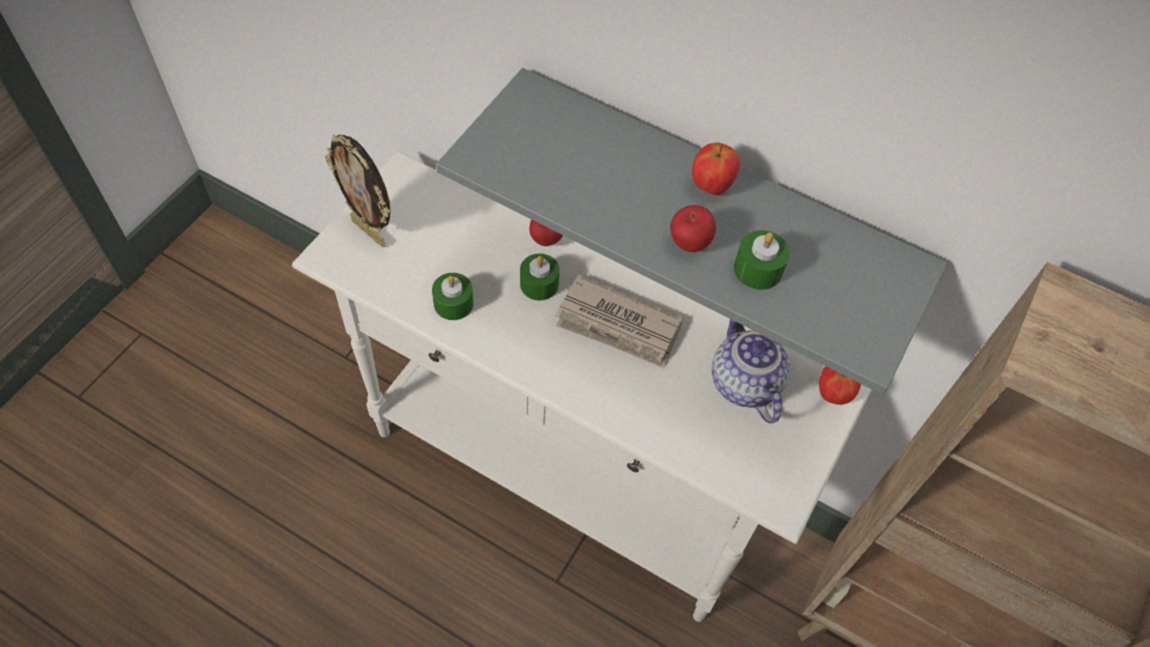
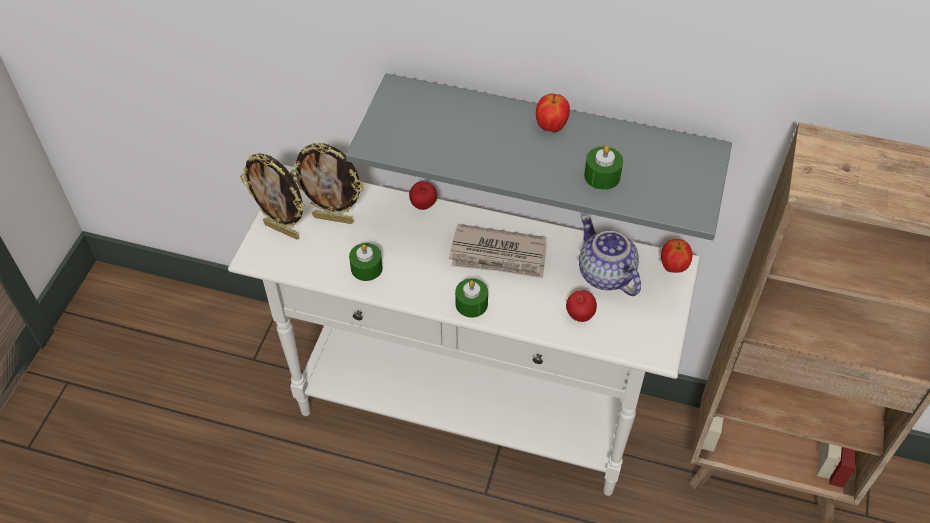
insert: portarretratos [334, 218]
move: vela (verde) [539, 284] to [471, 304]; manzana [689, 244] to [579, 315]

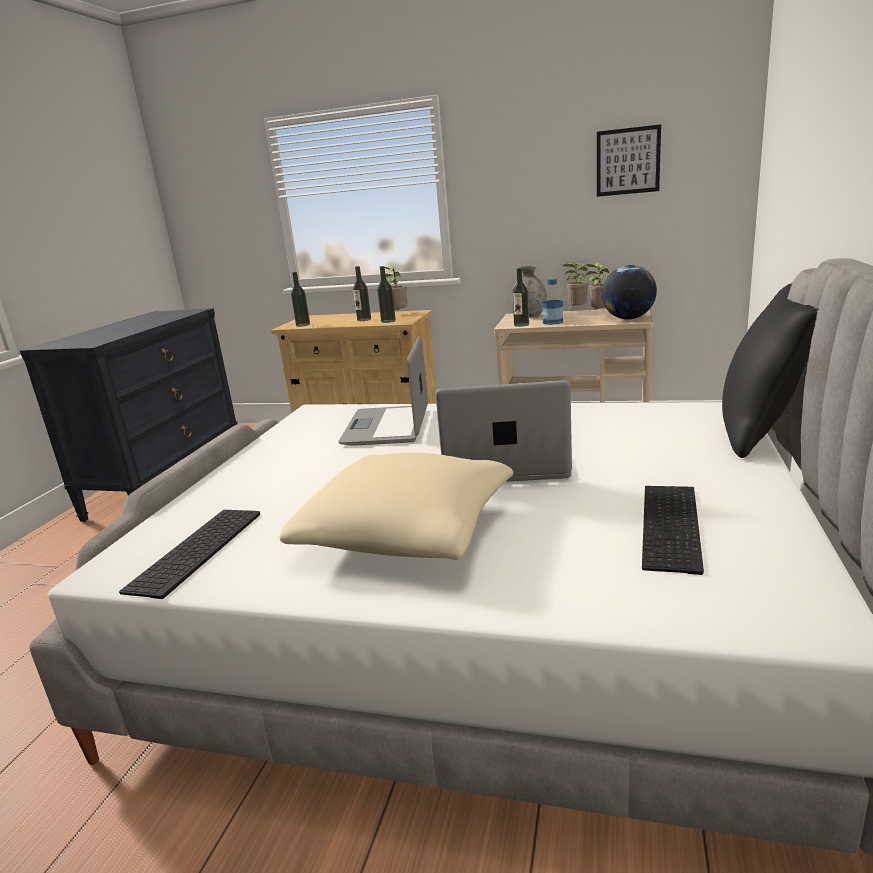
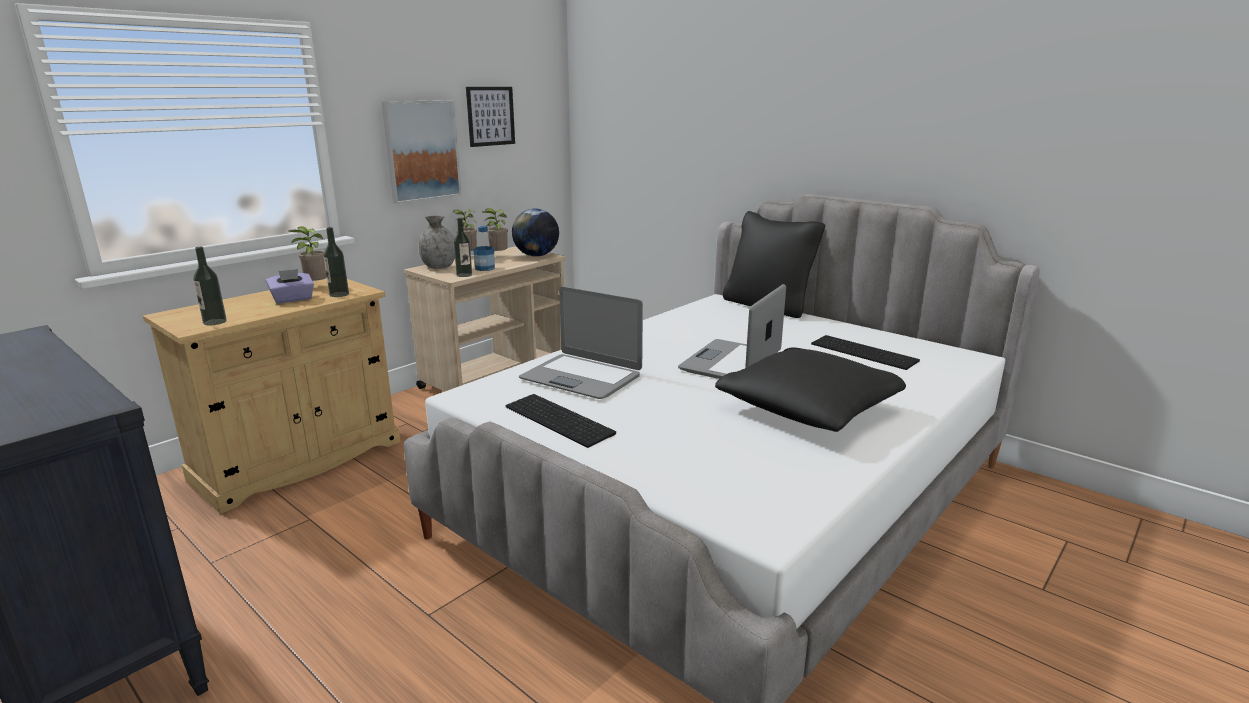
insert: cuadro [421, 150]
move: teclado [198, 551] to [561, 419]
replace: botella [364, 319] to caja de pañuelos (morado) [293, 299]
recolor: cojín (beis) [407, 532] to cojín (negro) [808, 409]

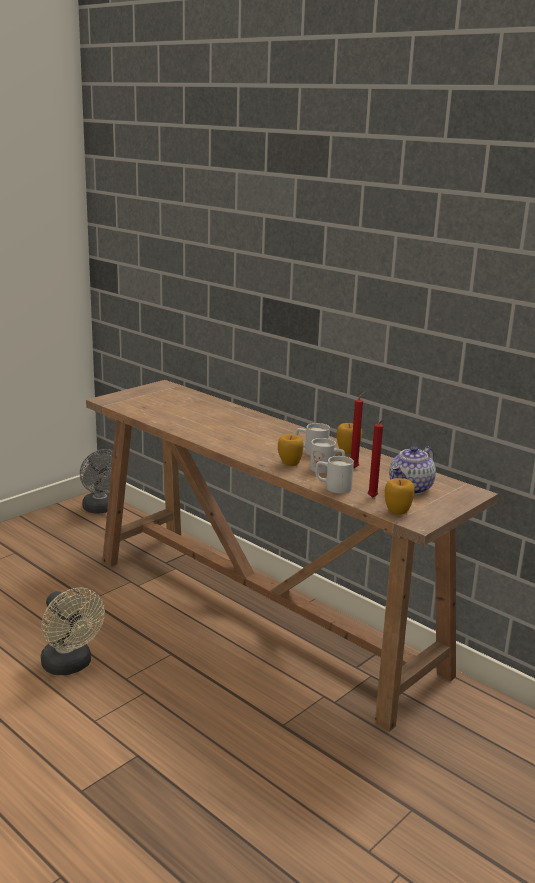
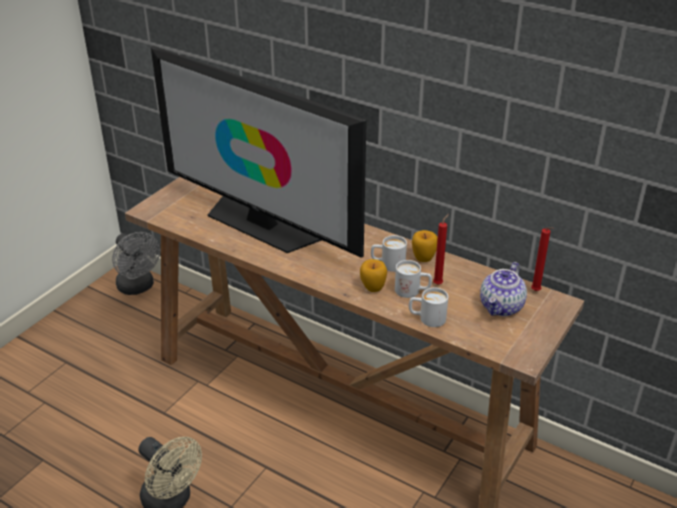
delete: manzana [397, 511]
insert: televisor [262, 224]
move: vela (rojo) [373, 498] to [536, 292]

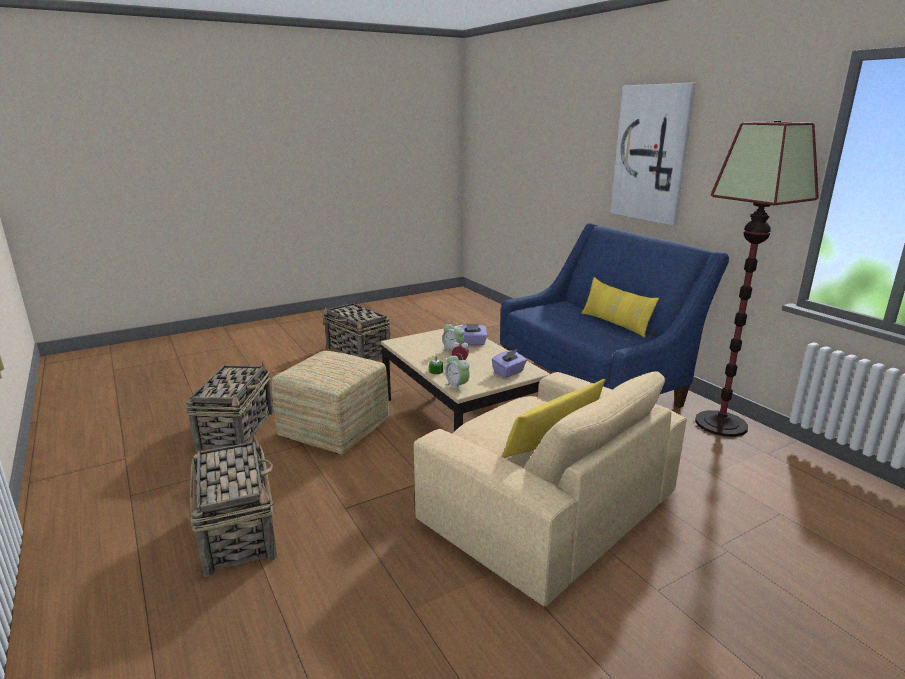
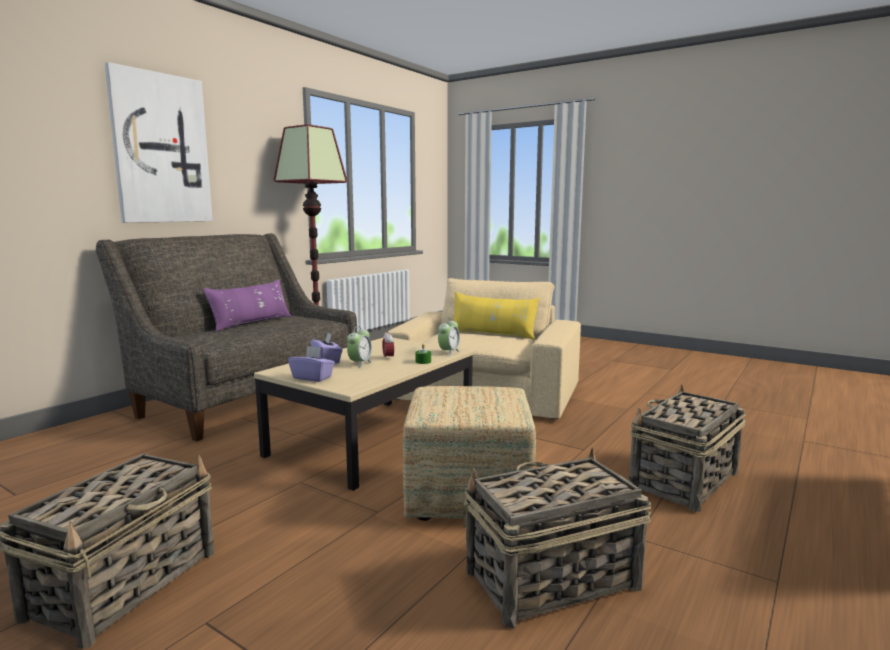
move: caja de pañuelos (morado) [509, 372] to [312, 378]
recolor: sofá (azul) [595, 381] to sofá (gris) [245, 398]; cojín (amarillo) [615, 324] to cojín (morado) [251, 323]

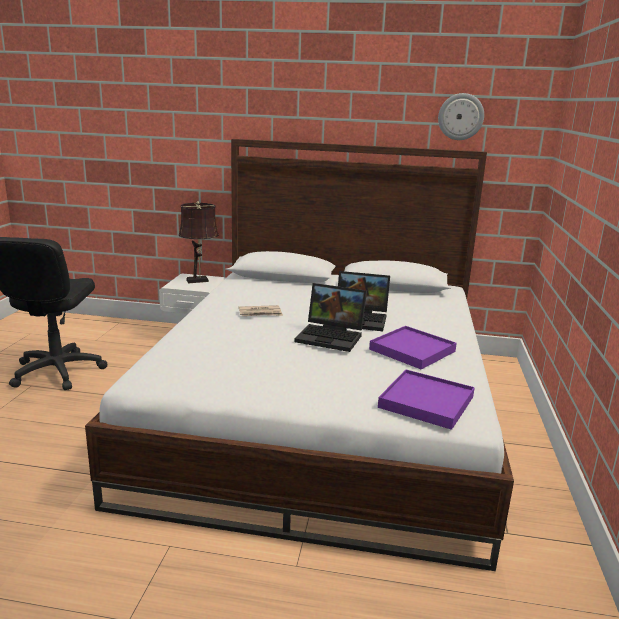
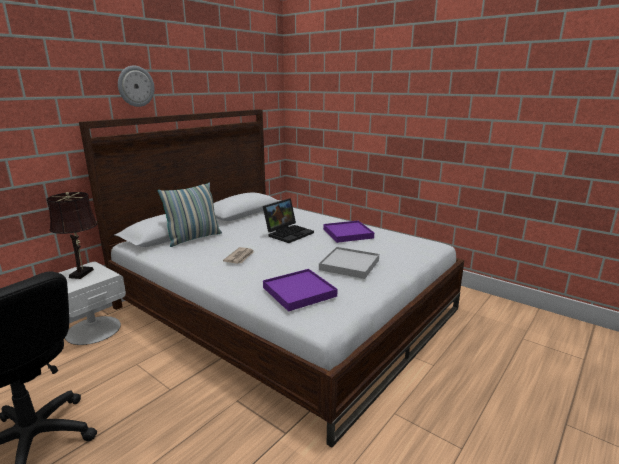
delete: portátil [332, 337]
insert: cojín [194, 238]; bandeja (blanco) [349, 265]
move: bandeja (morado) [426, 402] to [299, 292]; reloj de pared [460, 116] to [135, 86]

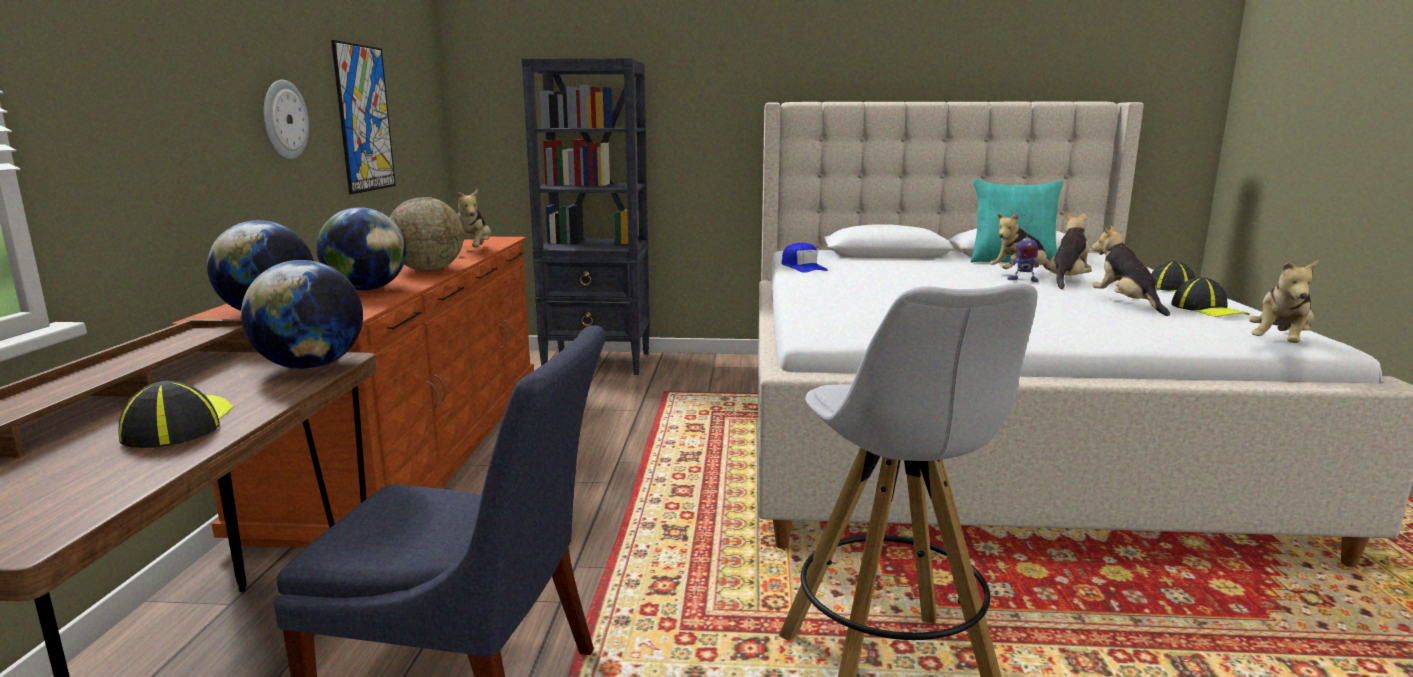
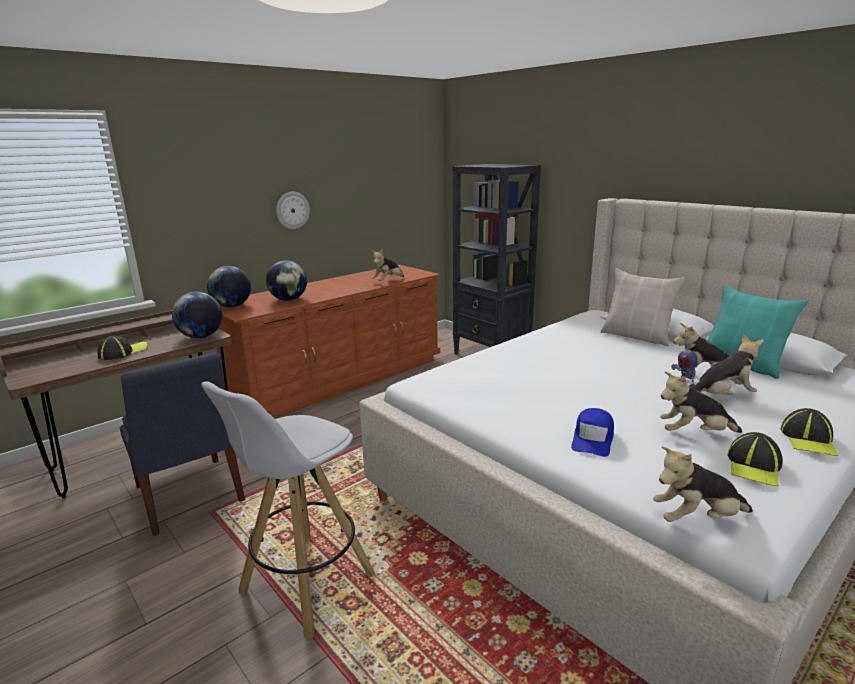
delete: cuadro [364, 118]; globo terráqueo [429, 270]
insert: cojín (beis) [637, 336]
move: gorra (azul) [803, 267] to [593, 439]
rotate: peluche [1126, 304] = [694, 433] 120 degrees counterclockwise

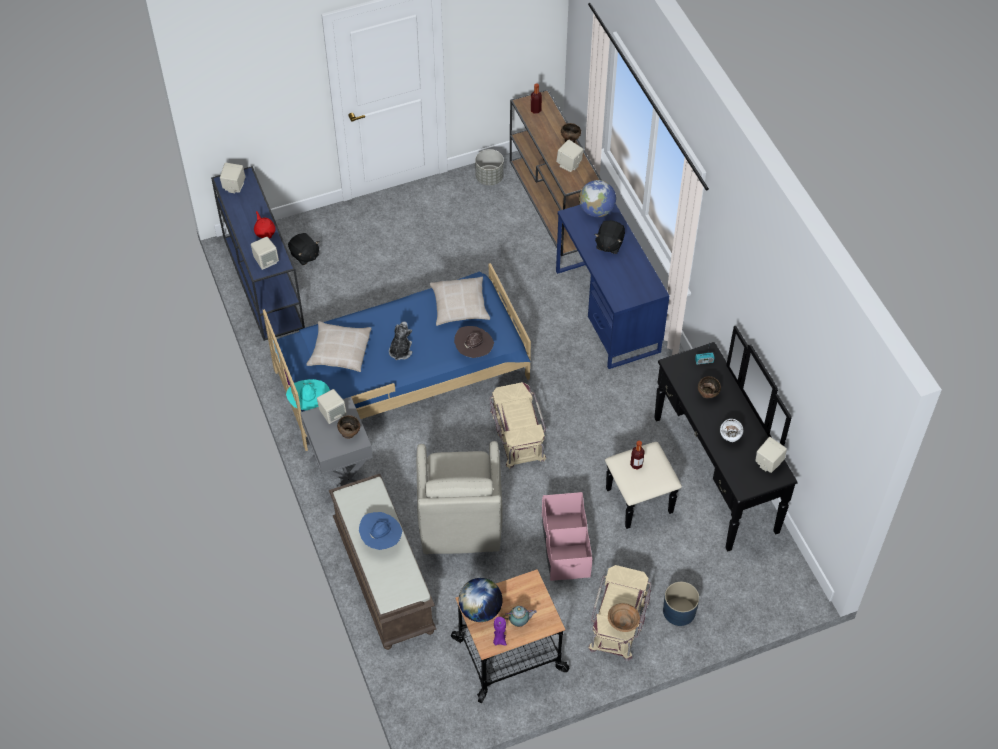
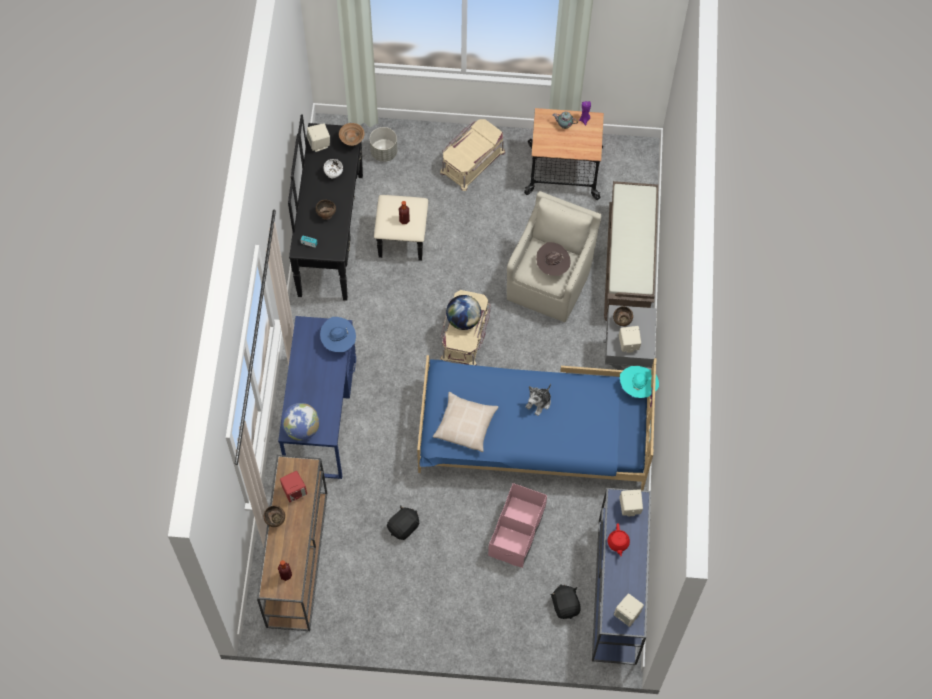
delete: cojín (beis) [339, 351]; maceta (azul) [679, 611]
move: sombrero (azul) [381, 539] to [338, 341]; sombrero (marrón) [474, 351] to [552, 266]; globo terráqueo [480, 610] to [463, 320]; maceta (gris) [489, 177] to [383, 152]; caja de almacenaje (rosa) [565, 546] to [517, 531]; peluche (negro) [609, 244] to [404, 527]; cuenco (marrón) [622, 626] to [352, 142]
recolor: altavoz (beis) [569, 165] to altavoz (rojo) [294, 491]

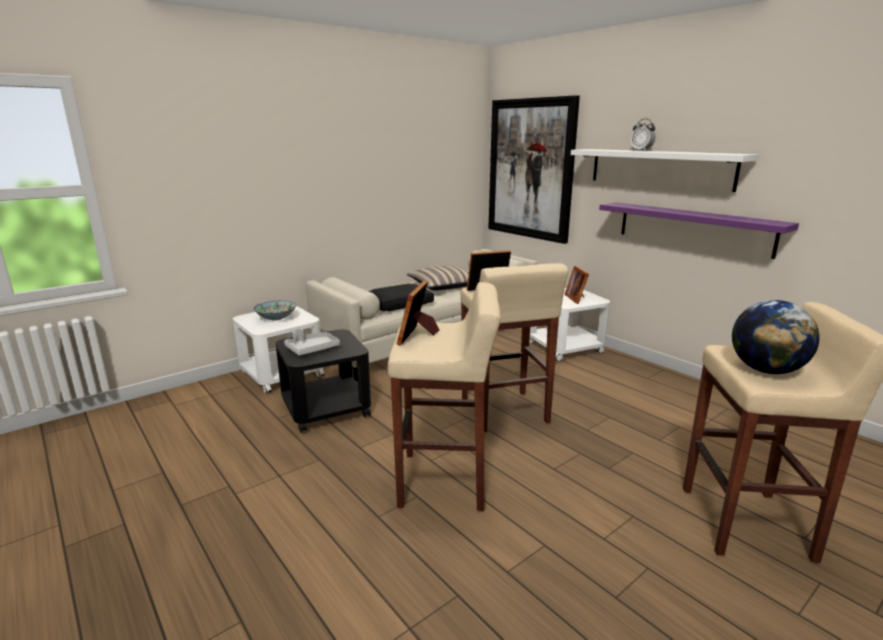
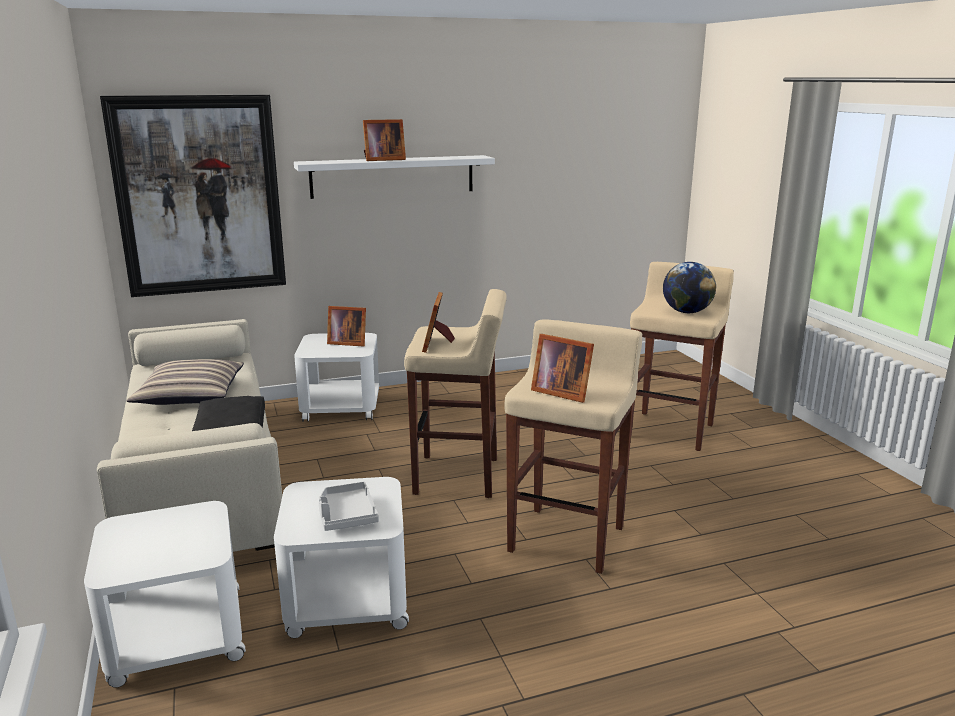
delete: cuenco [276, 318]; estante (morado) [692, 228]
replace: despertador [641, 151] to portarretratos [382, 160]
recolor: mesa auxiliar (negro) [326, 408] to mesa auxiliar (blanco) [346, 599]

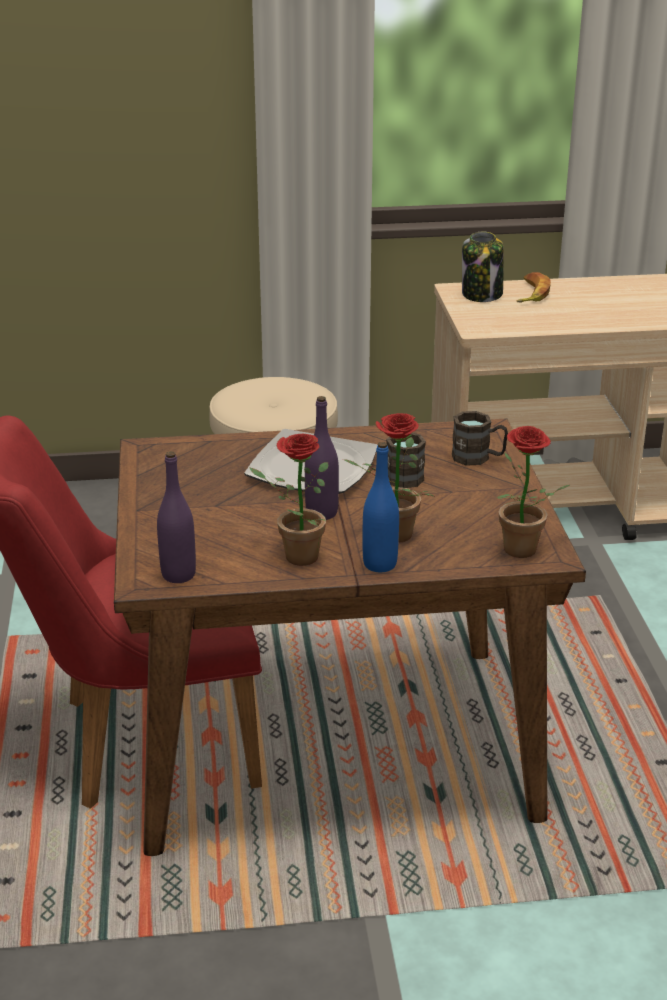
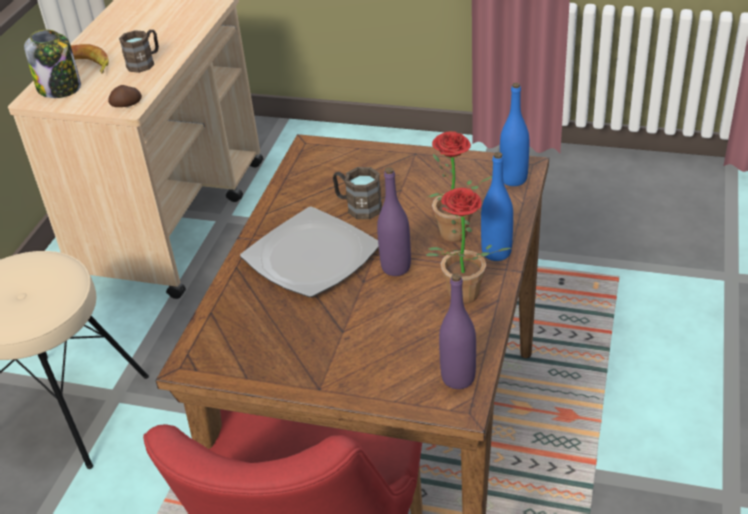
insert: patata [126, 105]
move: taza grande (marrón) [478, 458] to [145, 62]
replace: planta en maceta [521, 553] to botella (azul) [513, 179]

